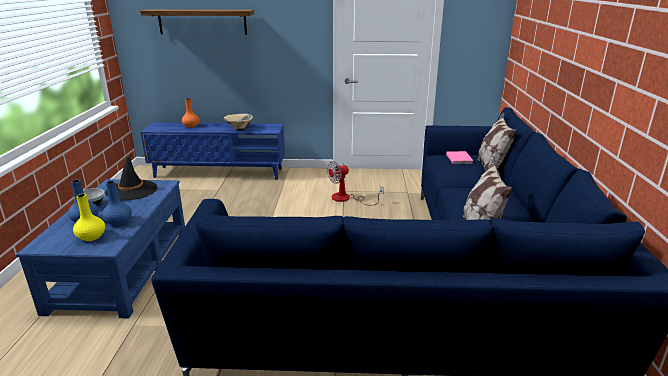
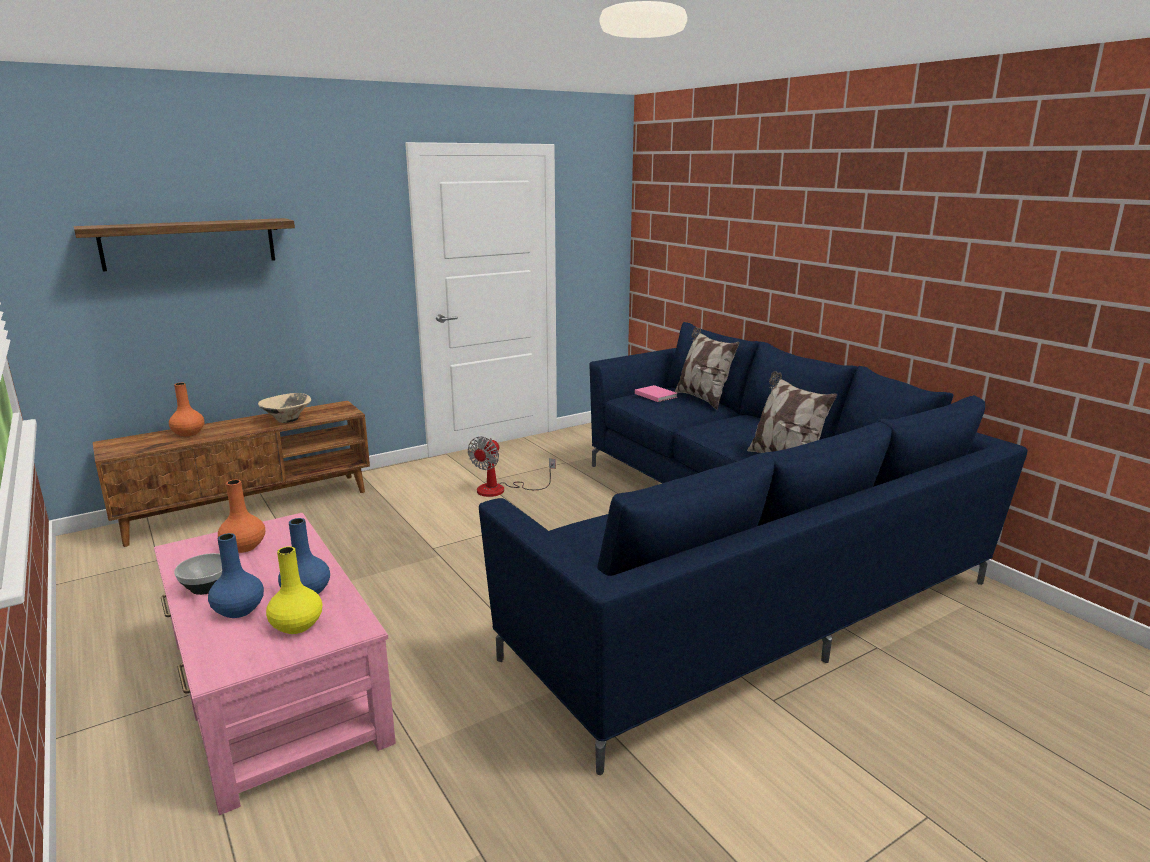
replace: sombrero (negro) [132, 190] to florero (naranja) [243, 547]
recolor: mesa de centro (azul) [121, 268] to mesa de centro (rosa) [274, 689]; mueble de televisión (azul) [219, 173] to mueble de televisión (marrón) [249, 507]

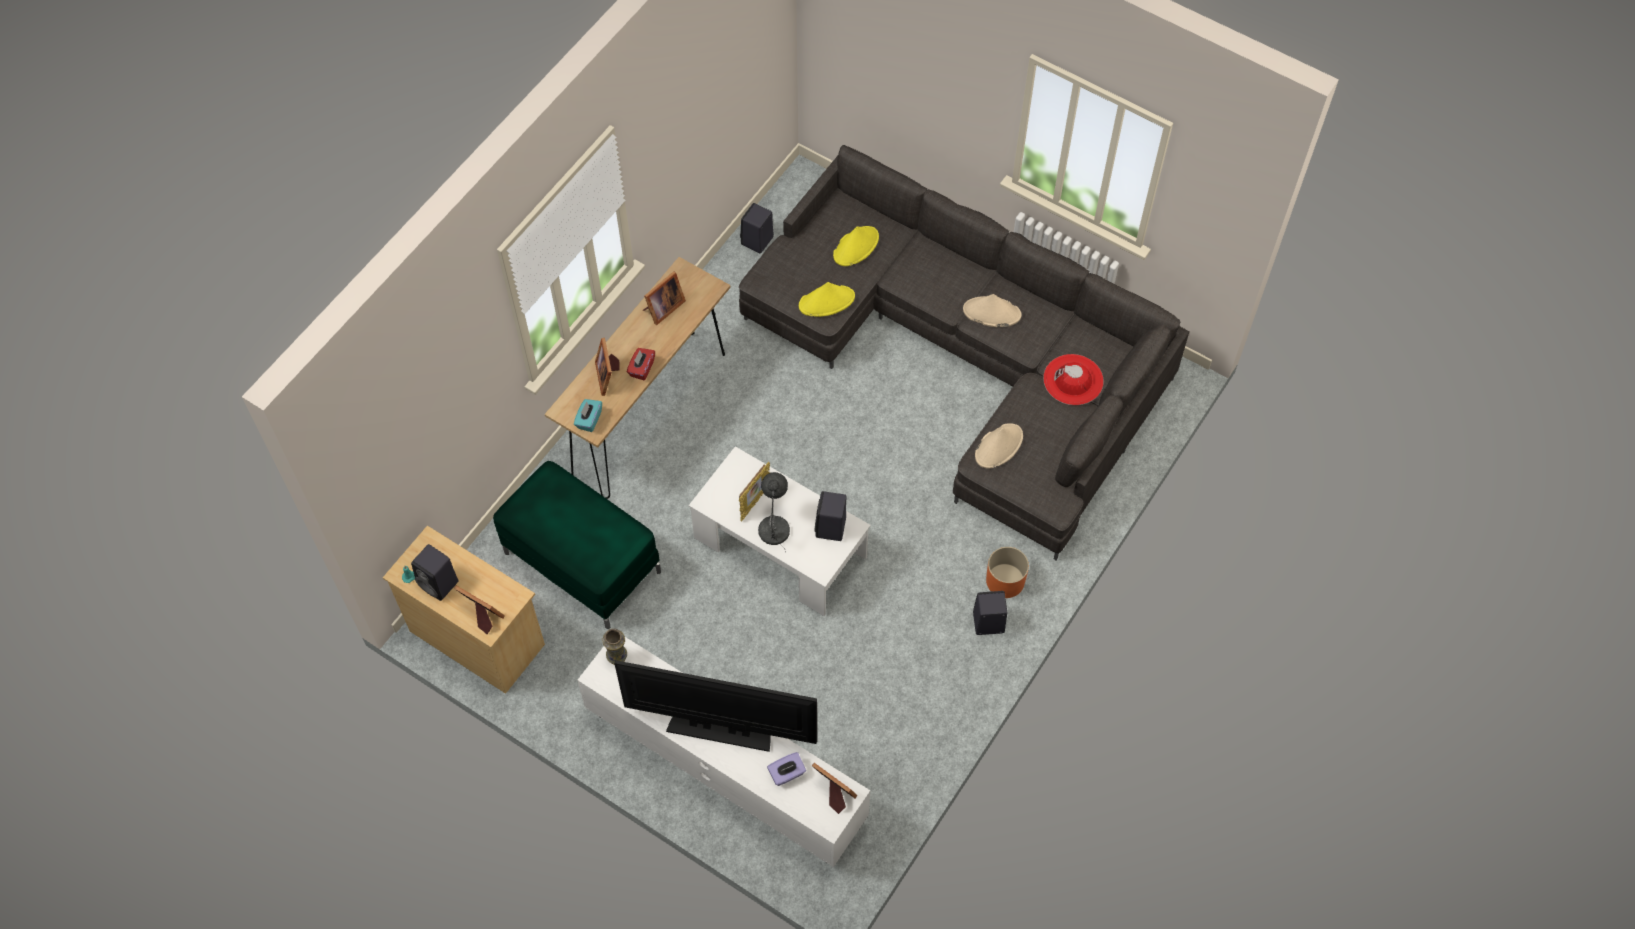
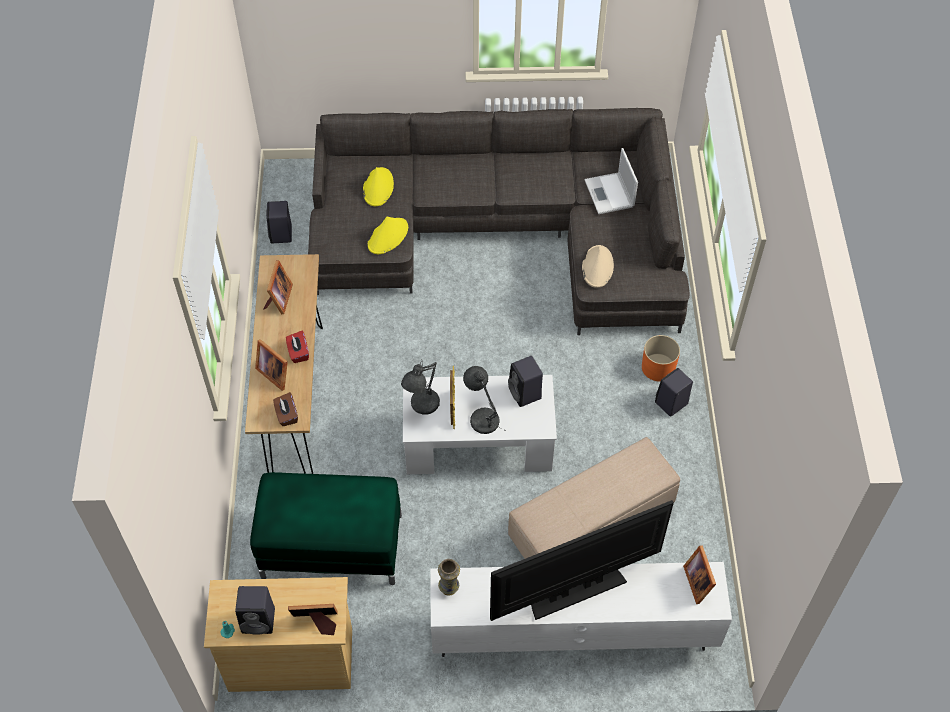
delete: caja de pañuelos (morado) [787, 774]; sombrero (beis) [991, 312]
insert: lámpara de mesa (gris) [422, 405]; puf (beis) [592, 523]
replace: sombrero (rojo) [1073, 380] to portátil [609, 194]
recolor: caja de pañuelos (turquesa) [589, 420] to caja de pañuelos (marrón) [286, 415]
rotate: portarretratos [833, 792] = [699, 581] 105 degrees counterclockwise

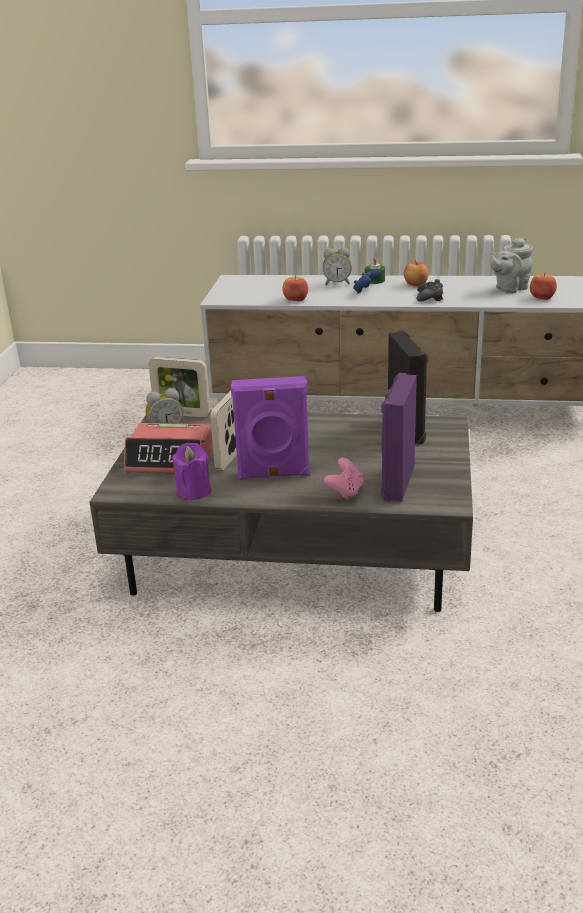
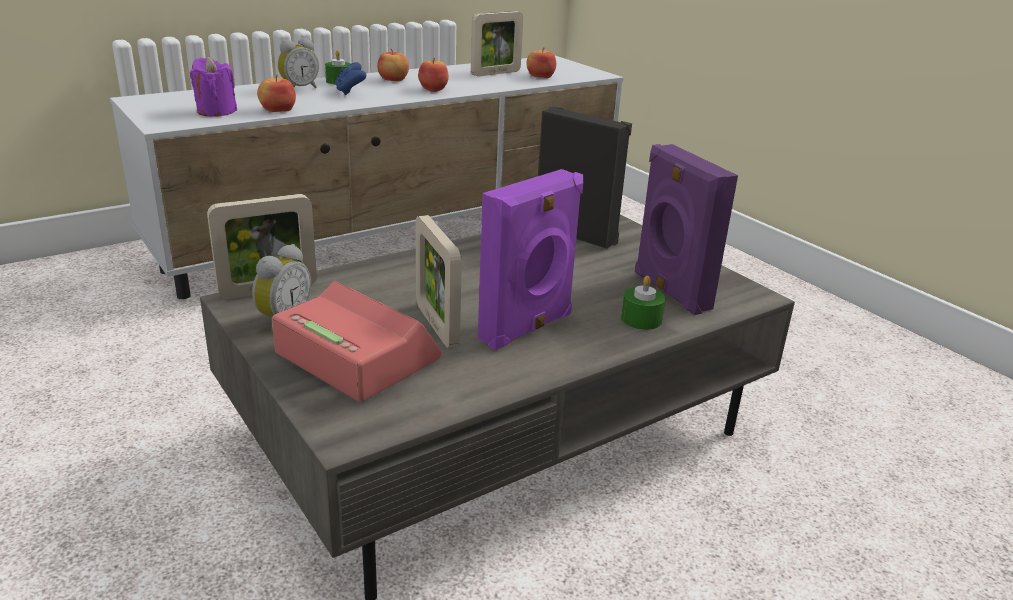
move: vela (morado) [193, 491] to [216, 111]
replace: mando de consola (rosa) [345, 492] to vela (verde) [641, 319]; mando de consola (negro) [430, 297] to manzana [434, 89]; tetera (gris) [509, 289] to portarretratos [495, 73]
rotate: despertador [170, 459] = [356, 356] 105 degrees counterclockwise

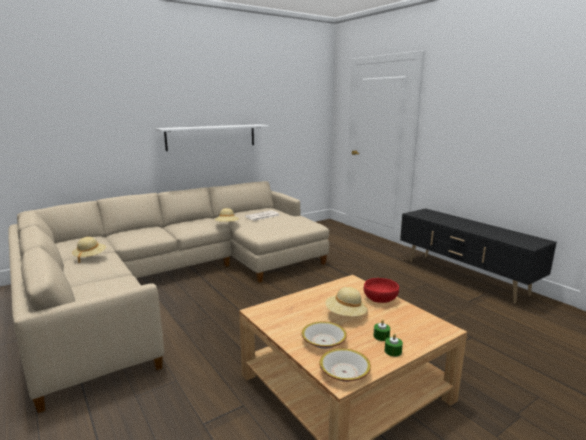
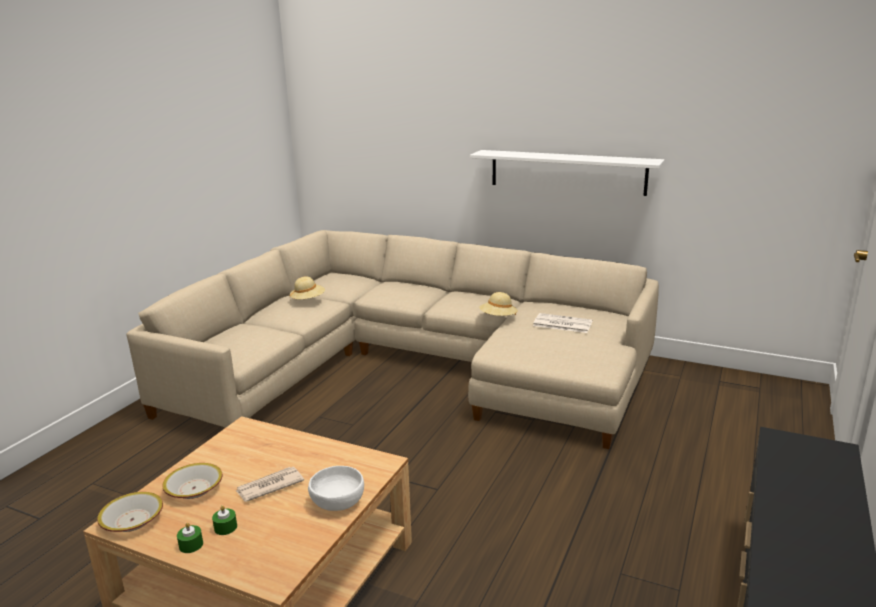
replace: sombrero (beis) [345, 315] to periódico [269, 486]
recolor: cuenco (rojo) [381, 299] to cuenco (blanco) [338, 502]

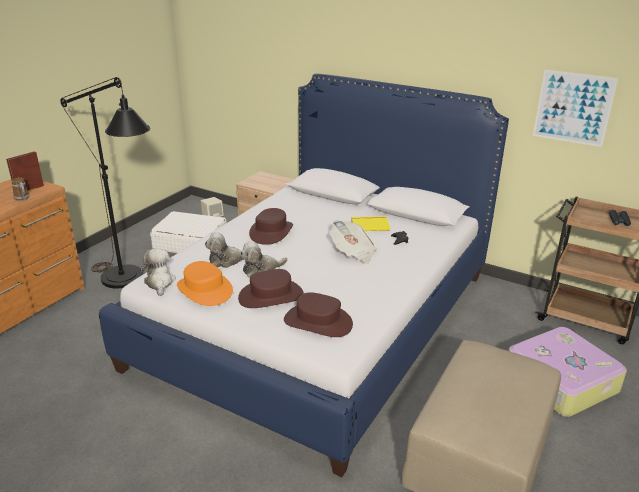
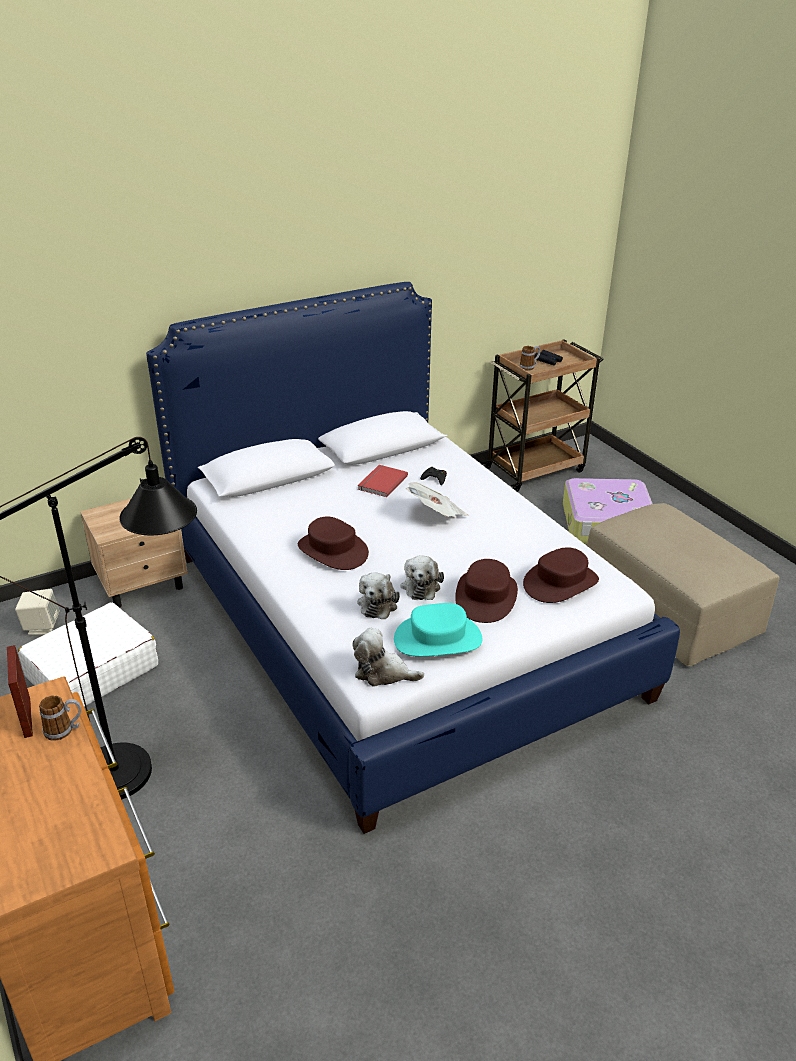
delete: cuadro [573, 108]
insert: taza grande [529, 367]
recolor: sombrero (naranja) [204, 290] to sombrero (turquesa) [437, 639]; libro (amarillo) [369, 225] to libro (rojo) [381, 482]

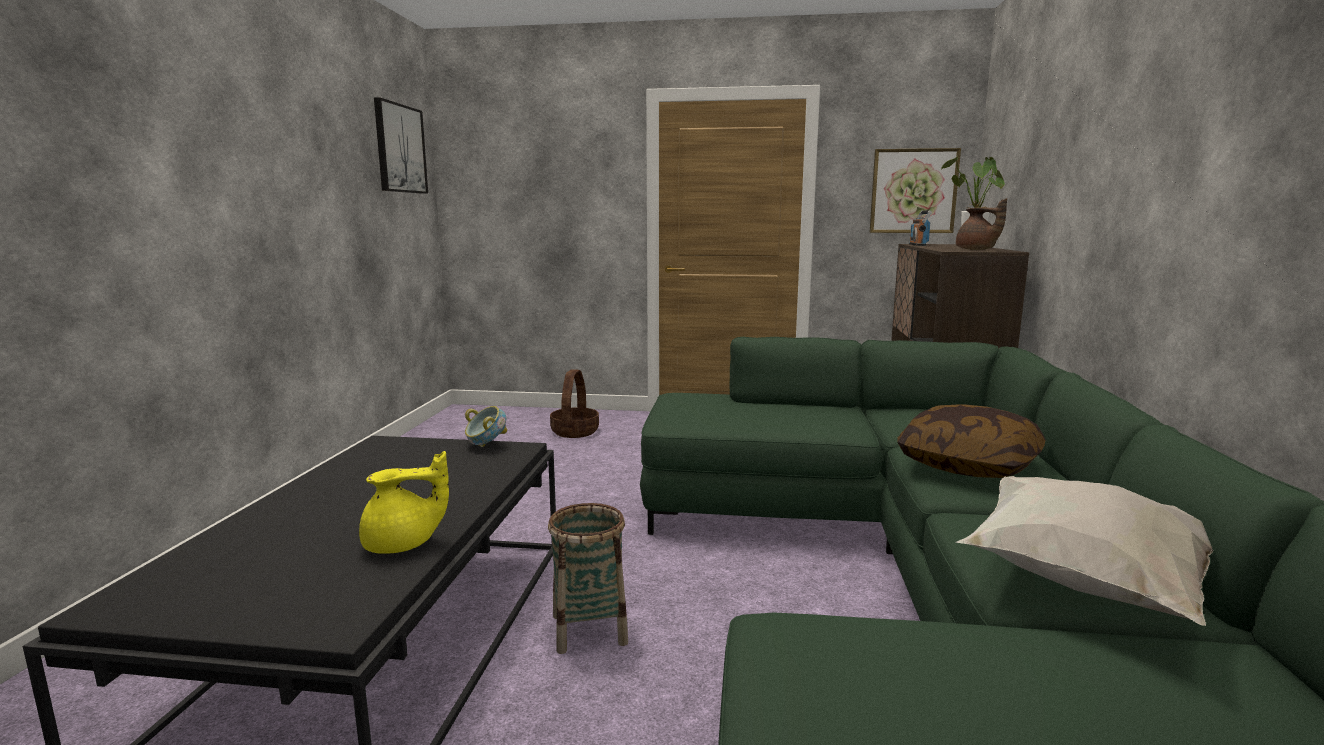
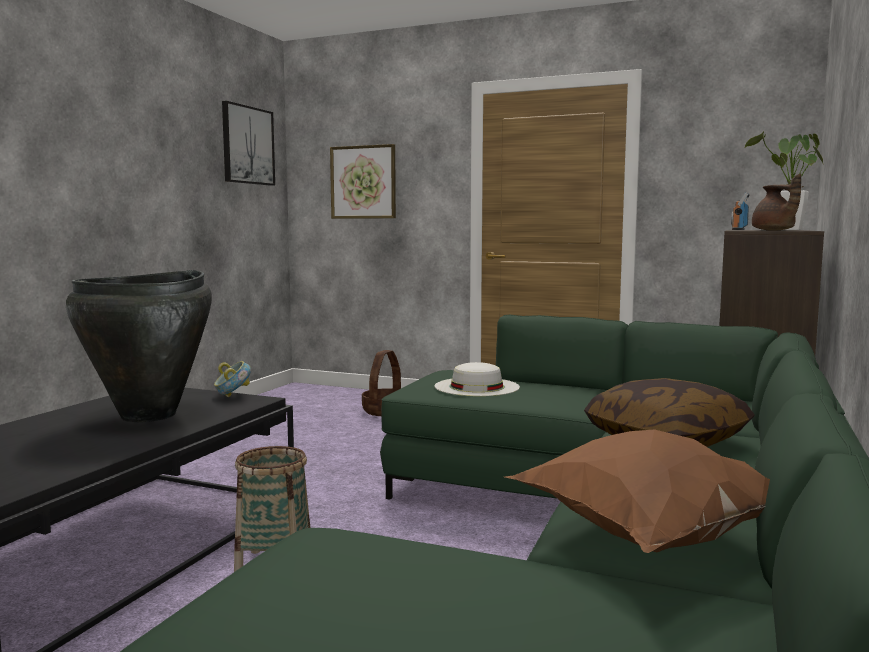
delete: tetera (amarillo) [403, 545]
insert: florero (negro) [148, 415]; sombrero (blanco) [476, 386]
move: cuadro [913, 191] to [363, 182]
recolor: cojín (blanco) [1081, 585] to cojín (marrón) [644, 538]

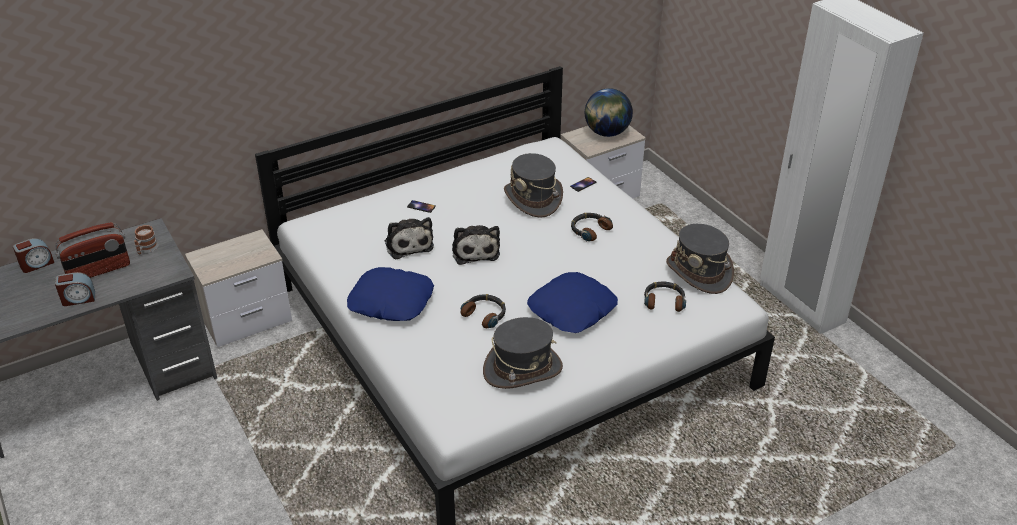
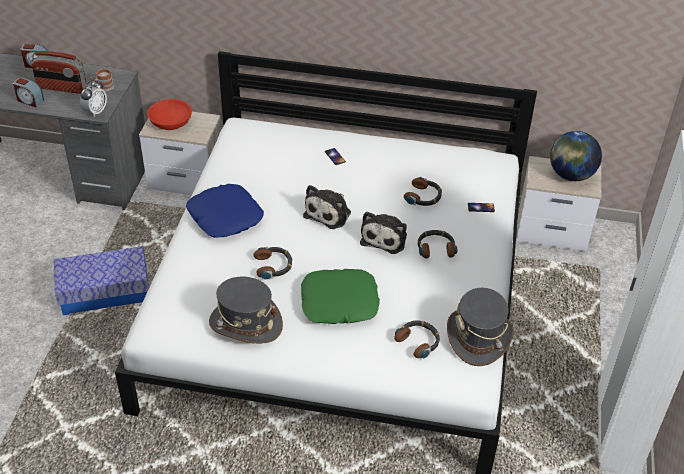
insert: caja de almacenaje [105, 292]; despertador [95, 112]; cuenco (rojo) [170, 121]
move: peluche [408, 244] to [385, 237]
replace: sombrero (gris) [533, 199] to auriculares [423, 197]
recolor: cojín (azul) [572, 310] to cojín (verde) [339, 303]

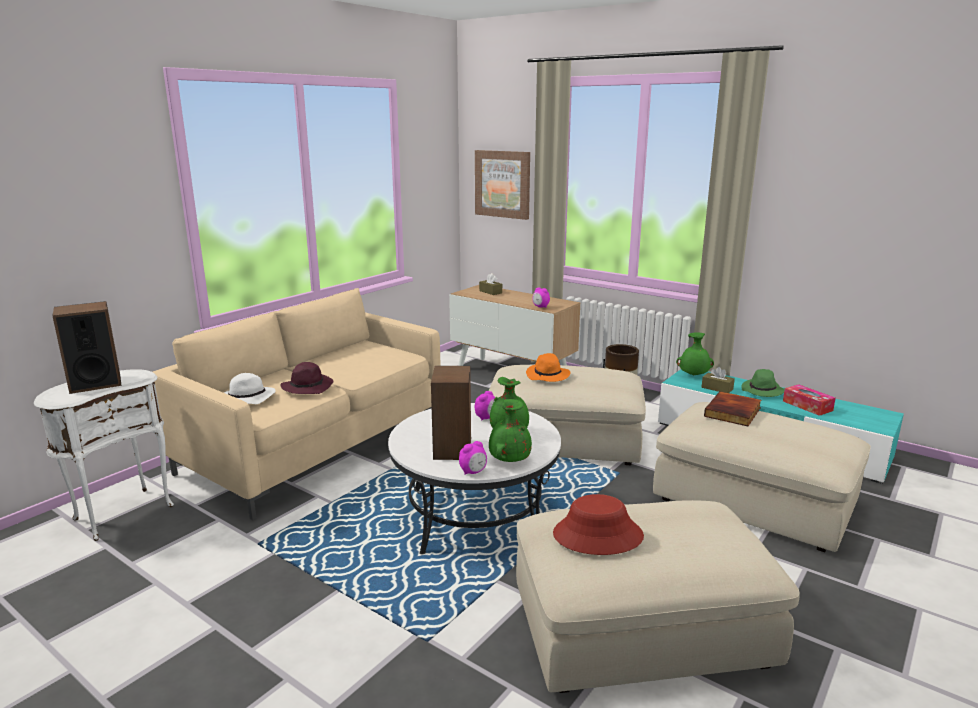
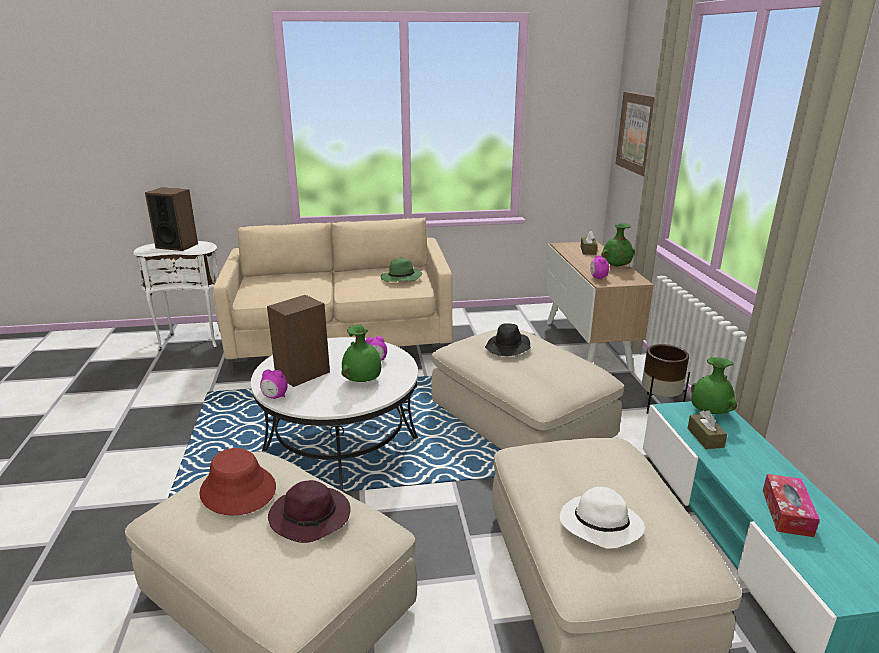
delete: libro [733, 412]
move: sombrero (blanco) [246, 399] to [599, 525]; sombrero (morado) [308, 387] to [311, 517]; florero (verde) [509, 460] to [615, 266]; sombrero (verde) [762, 391] to [401, 278]
recolor: sombrero (naranja) [548, 376] to sombrero (negro) [508, 348]

